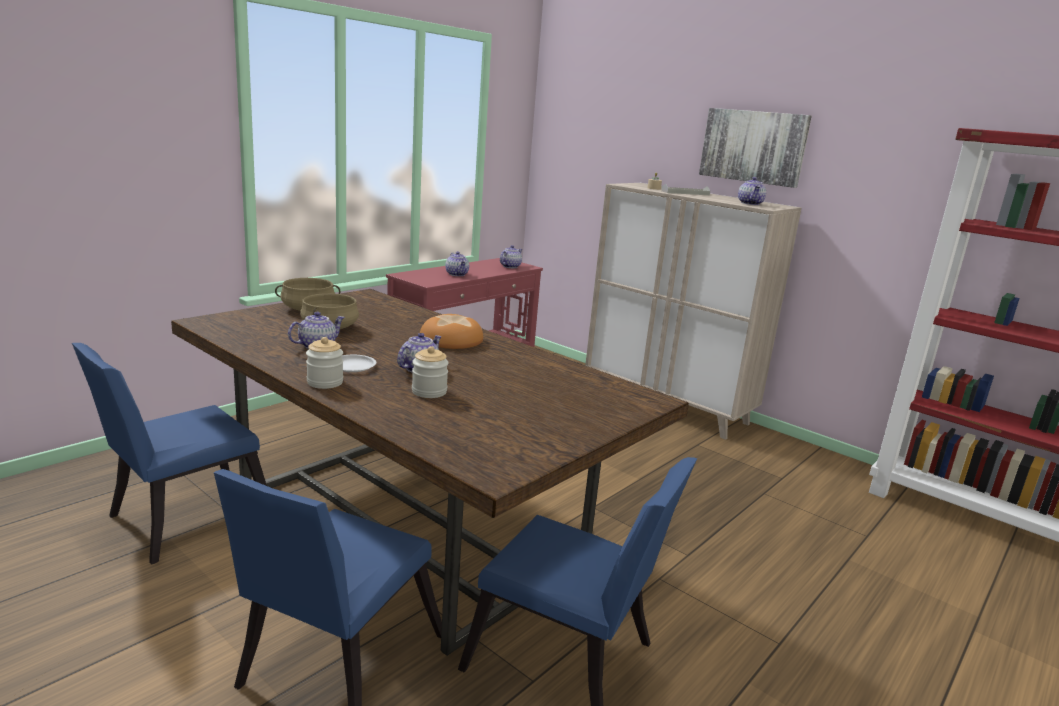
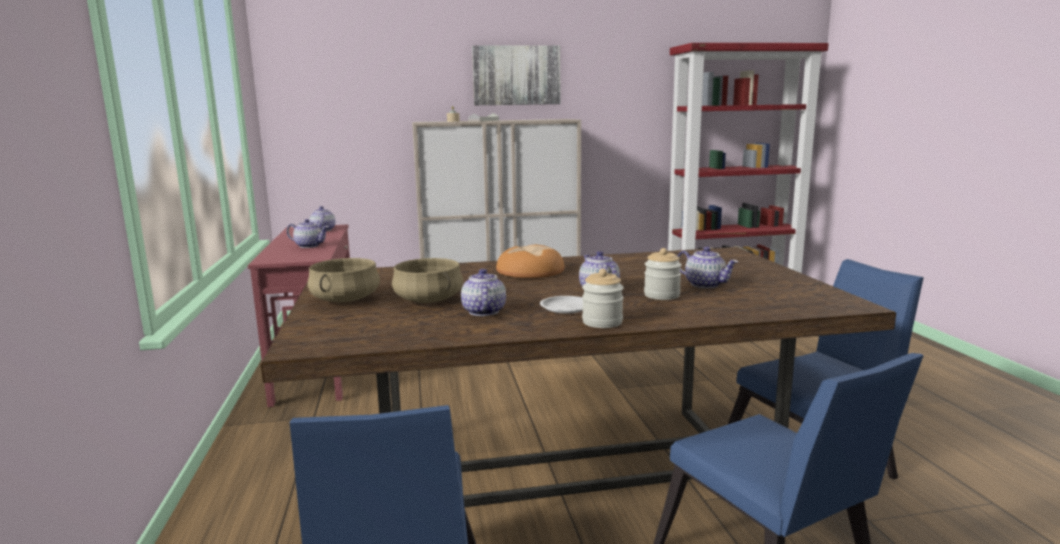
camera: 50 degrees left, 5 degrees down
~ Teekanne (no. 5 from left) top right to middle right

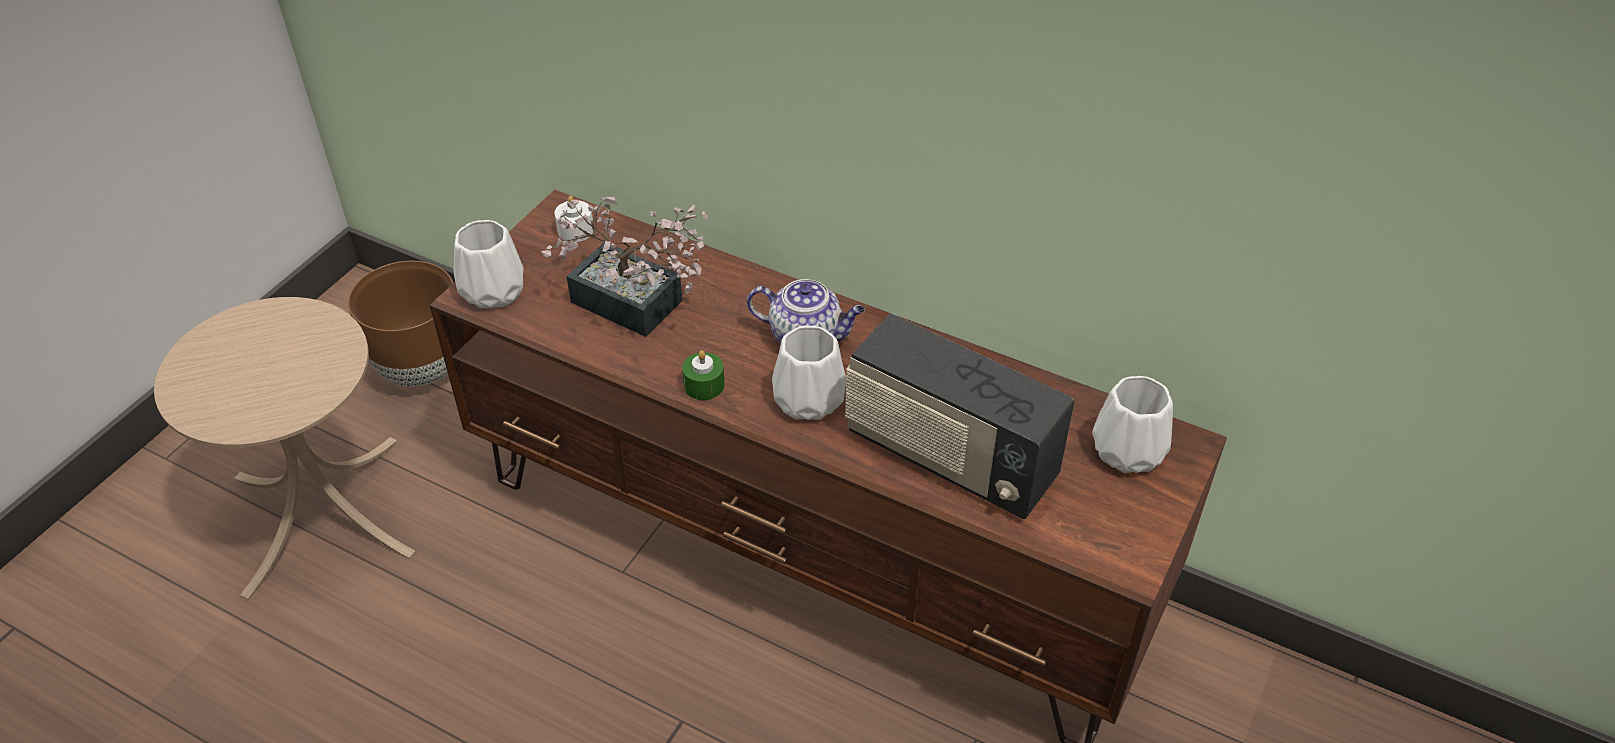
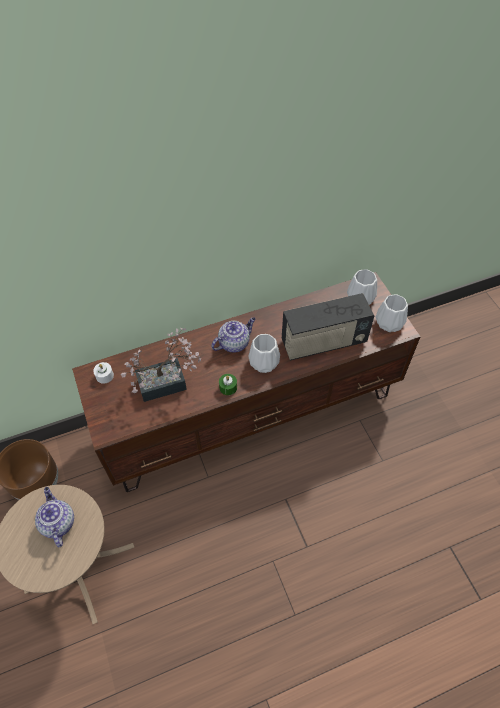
camera: 50 degrees left, 10 degrees up
+ Teekanne (no. 1 from left) bottom left
~ Vase (weiß) (no. 1 from left in the first image) middle left to Vase (weiß) (no. 3 from left) middle right

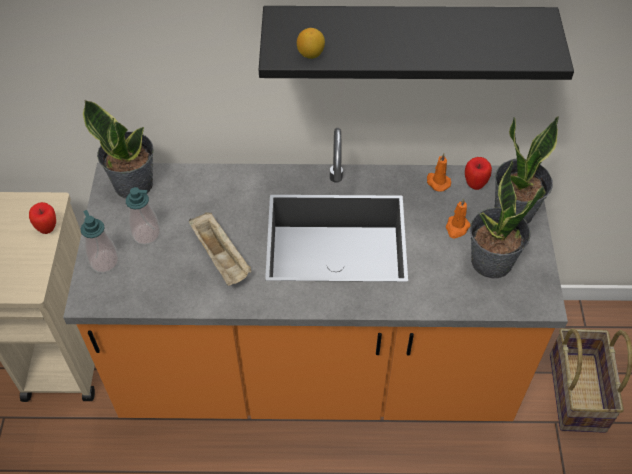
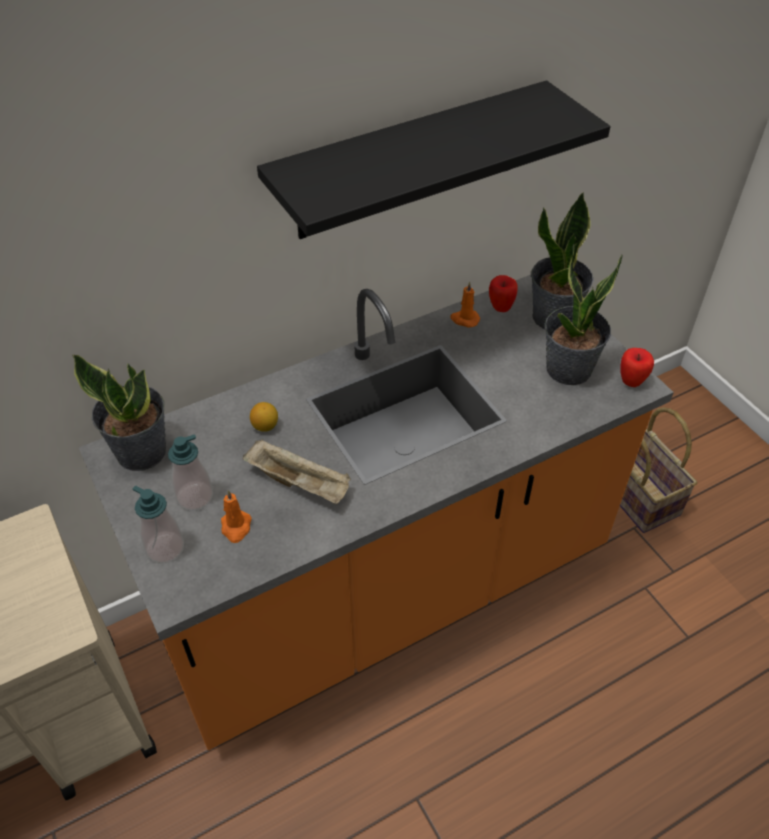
camera: 30 degrees left, 5 degrees down
~ Apfel (no. 1 from left in the first image) middle left to Apfel (no. 2 from left) middle right
~ Zitrone top centre to centre
~ Kerze (orange) (no. 2 from left in the first image) middle right to Kerze (orange) (no. 1 from left) middle left

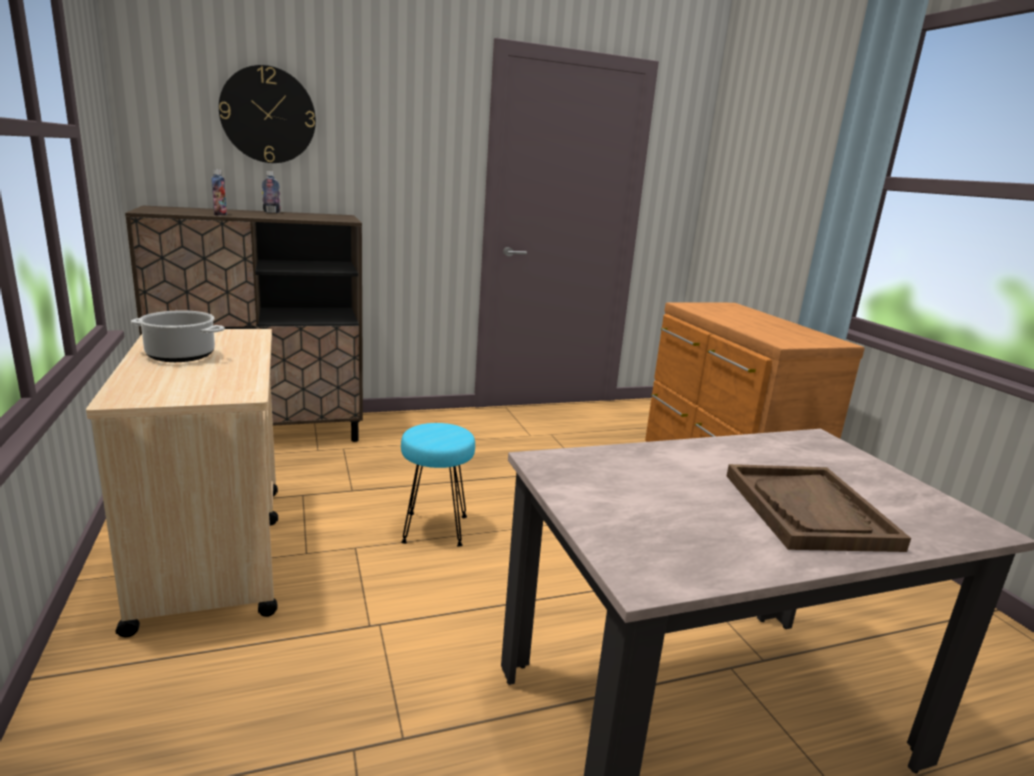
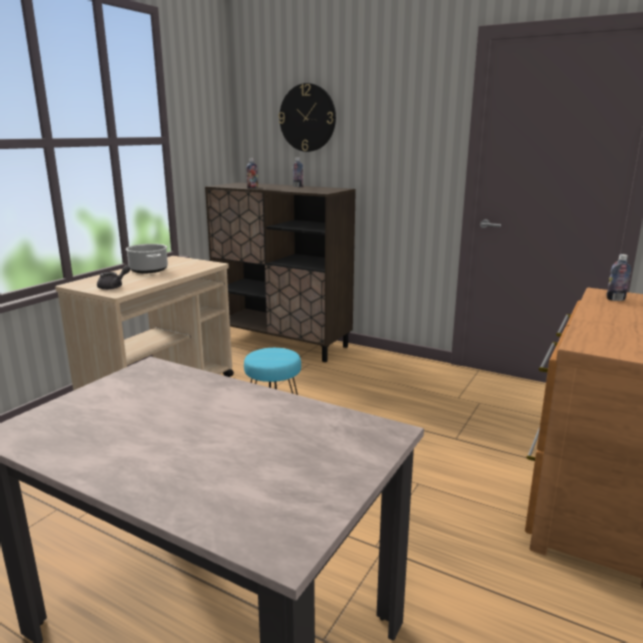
camera: 50 degrees right, 0 degrees up
- Tablett (braun) middle right
+ Teekanne (grau) middle left
+ Flasche (no. 3 from left) middle right

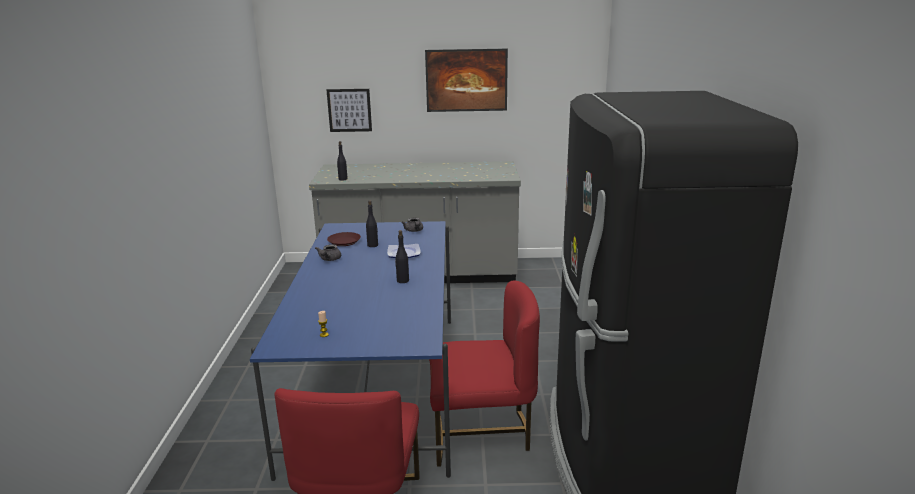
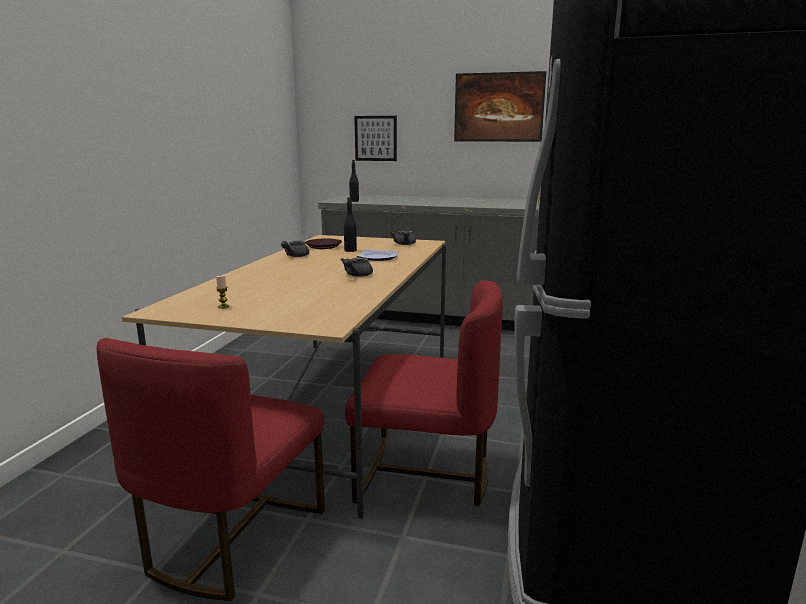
camera: 15 degrees right, 5 degrees down
~ Flasche (schwarz) (no. 3 from left) centre to Teekanne (grau) (no. 2 from left) centre
~ Esstisch (blau) bottom centre to Esstisch (beige) centre

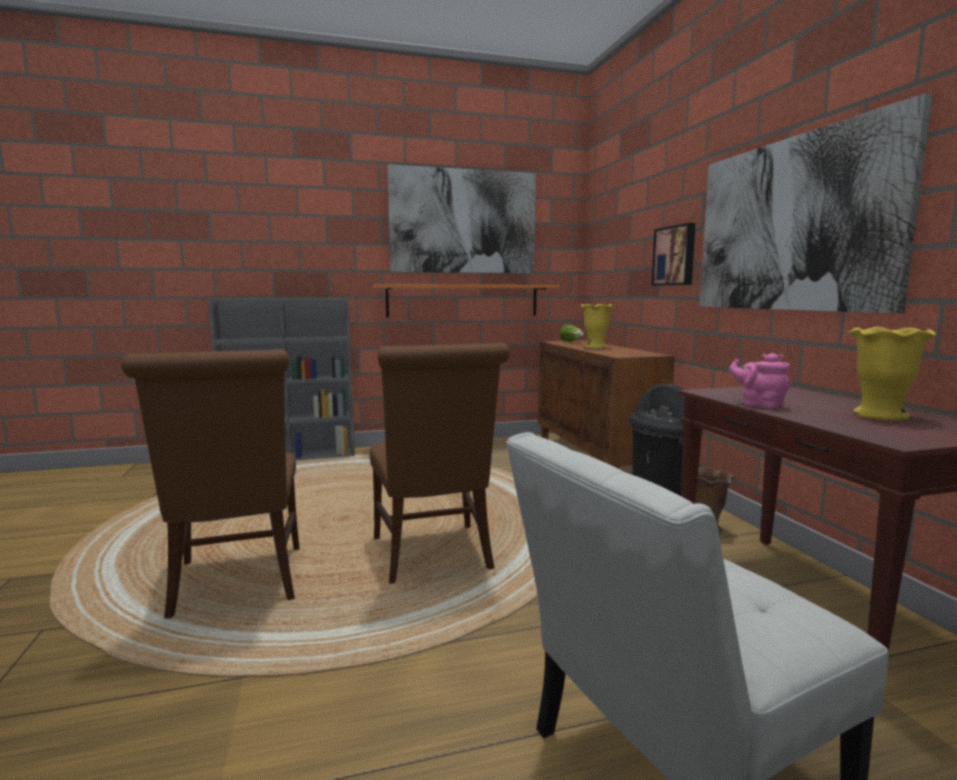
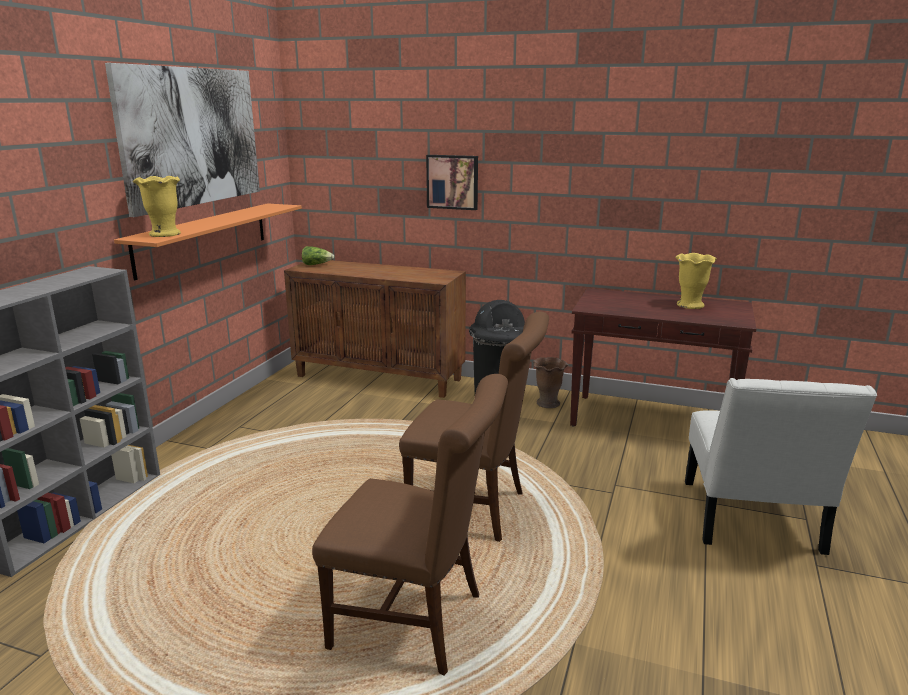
camera: 55 degrees left, 10 degrees up
- Bild (no. 3 from left) top right
- Teekanne (rosa) middle right
~ Vase (gelb) (no. 1 from left) centre to top left

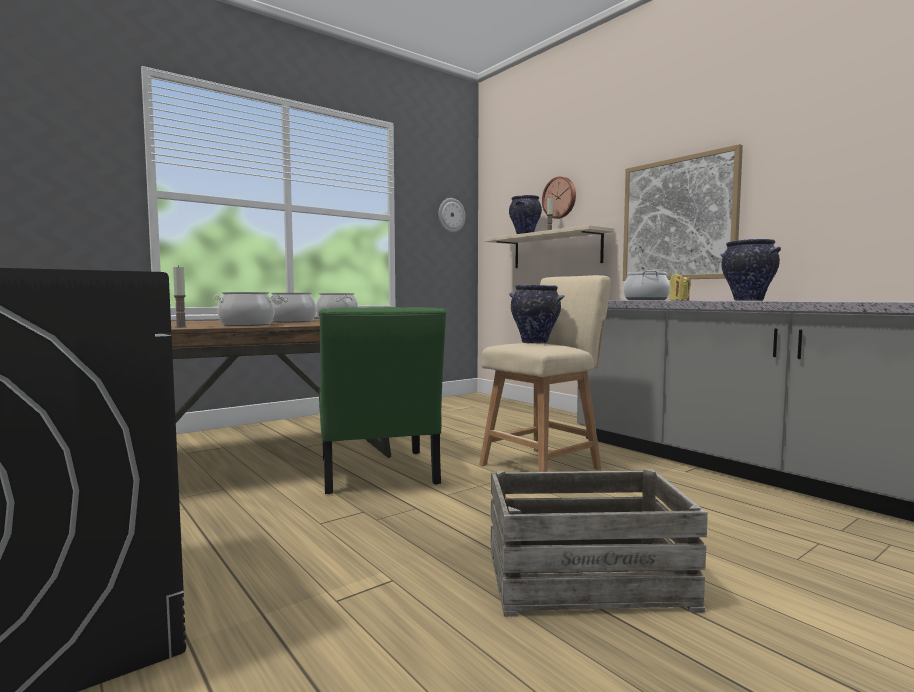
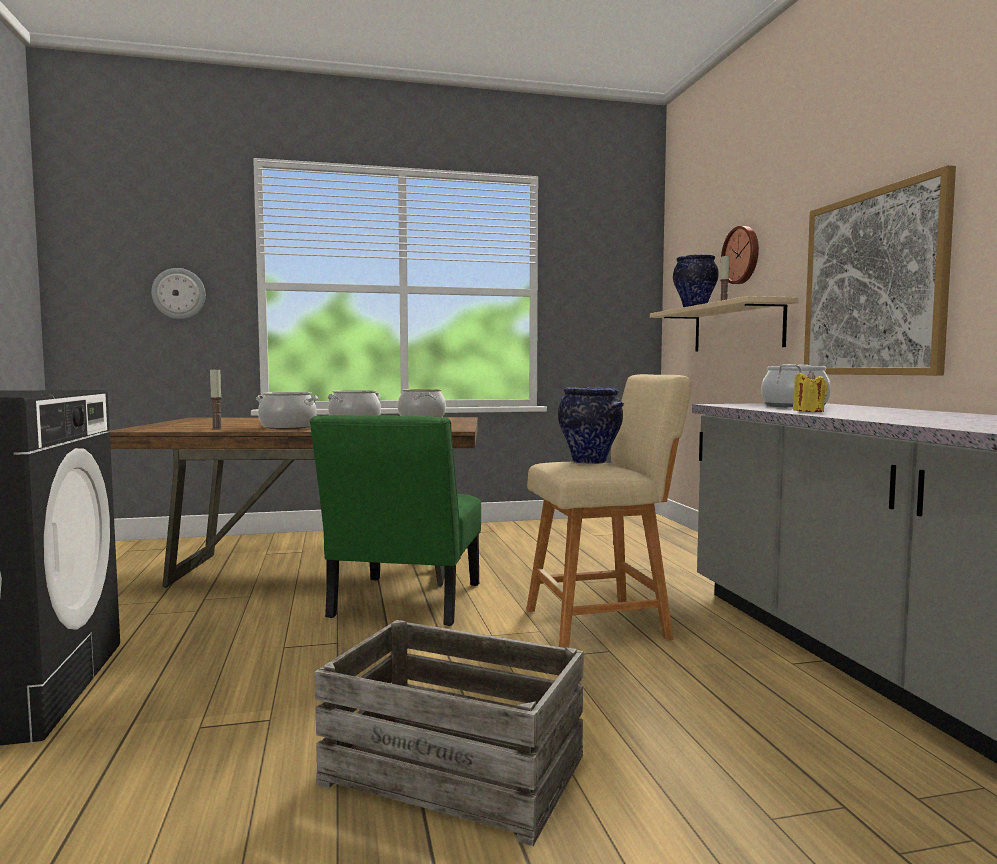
camera: 25 degrees right, 0 degrees up
- Vase (no. 3 from left) middle right
~ Wanduhr (no. 1 from left) top centre to middle left

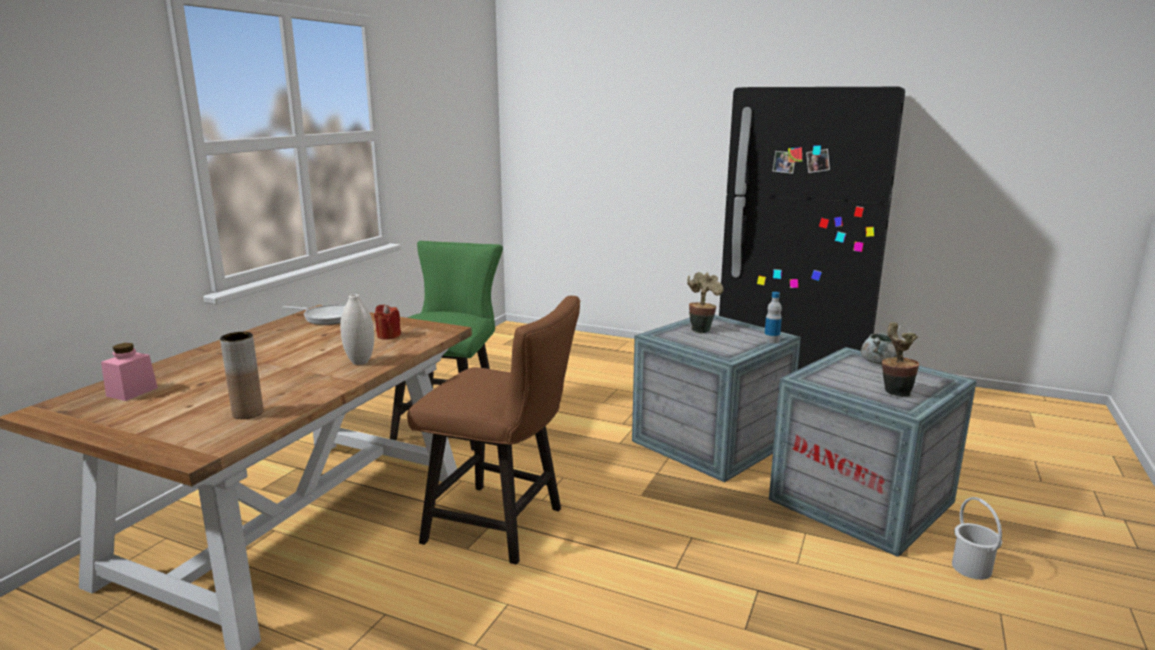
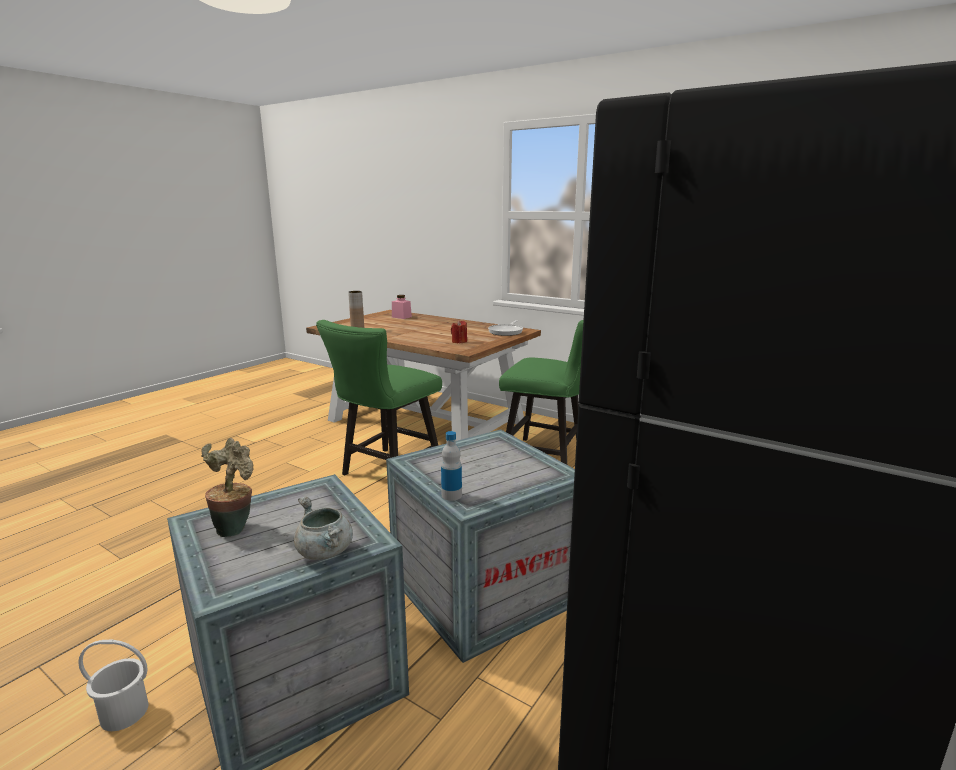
camera: 100 degrees right, 0 degrees up
- Vase (weiß) middle left
- Topfpflanze (no. 1 from left) centre
~ Stuhl (braun) centre to Stuhl (grün) (no. 1 from left) centre

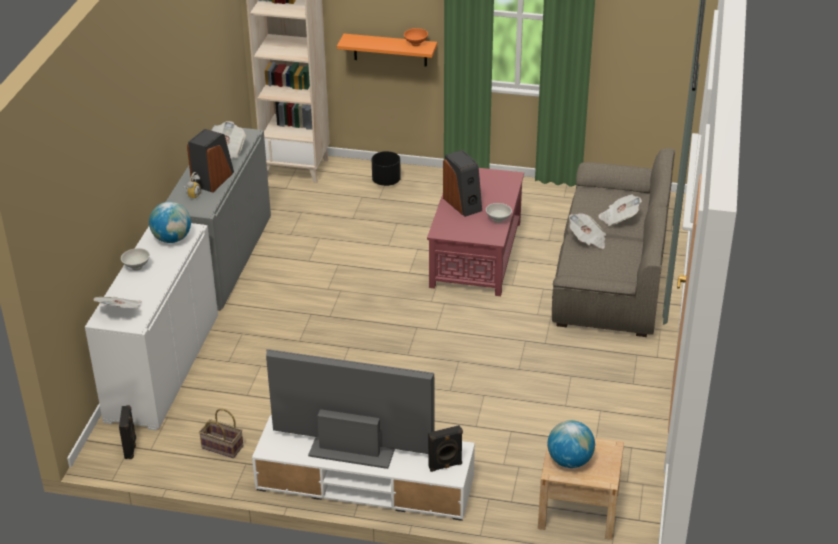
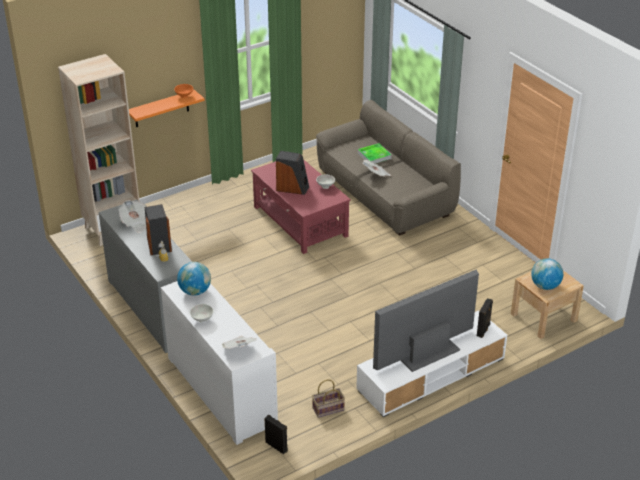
camera: 45 degrees left, 0 degrees up
- Pflanzkübel (schwarz) top centre
~ Zeitung (no. 4 from left) middle right to Tablett top centre

